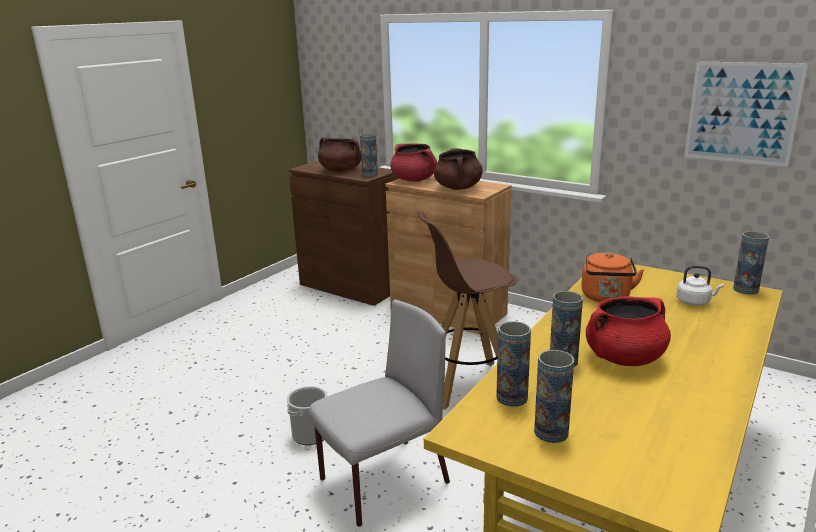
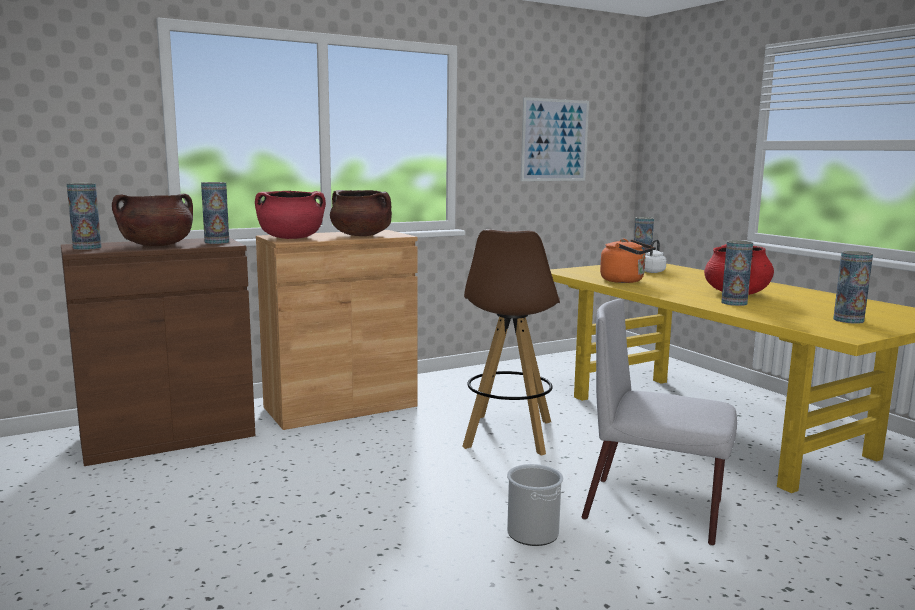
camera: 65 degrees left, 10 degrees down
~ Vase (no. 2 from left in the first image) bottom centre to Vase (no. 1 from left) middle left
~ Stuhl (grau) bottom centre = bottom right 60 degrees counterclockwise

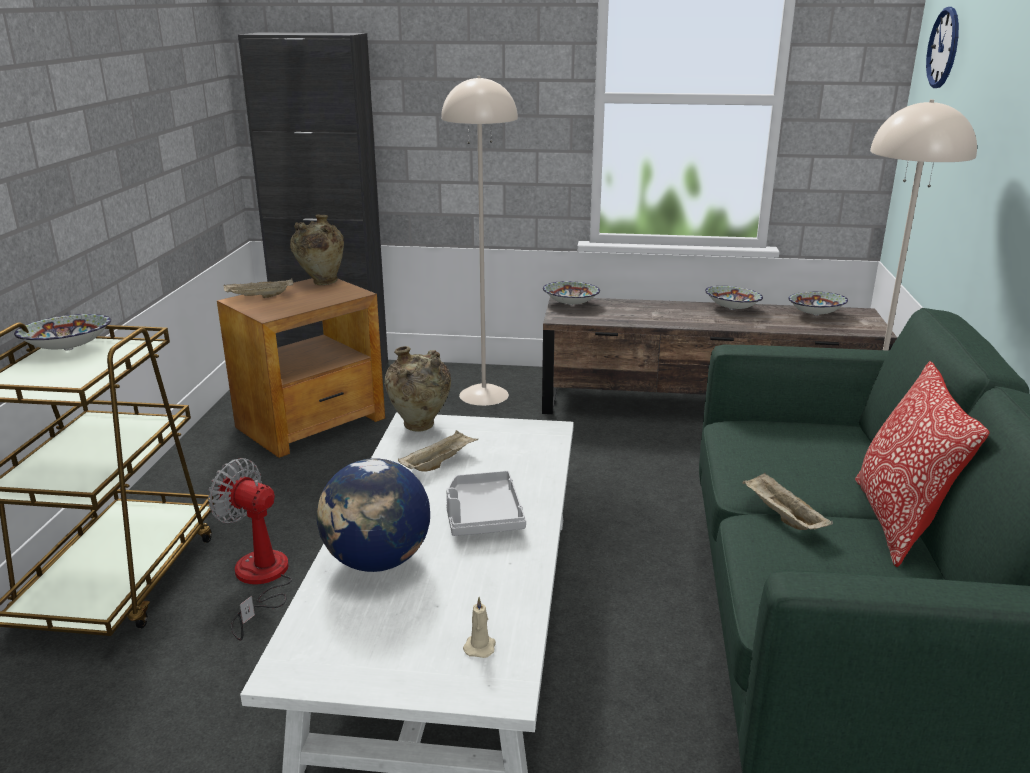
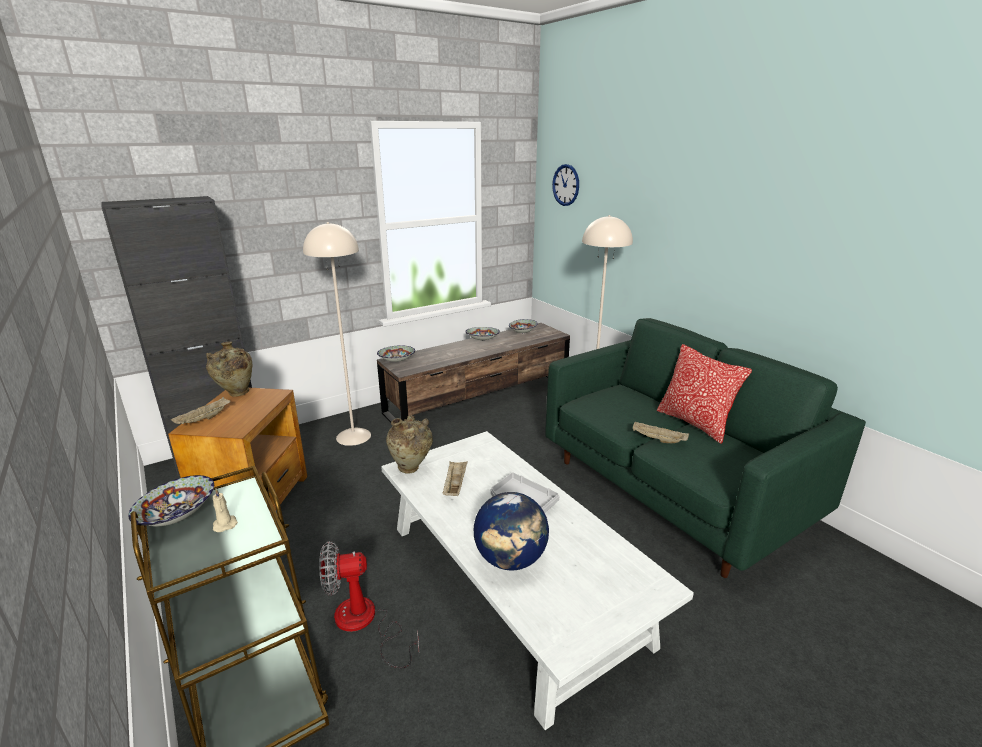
camera: 40 degrees left, 0 degrees up
~ Kerze (beige) bottom centre to bottom left

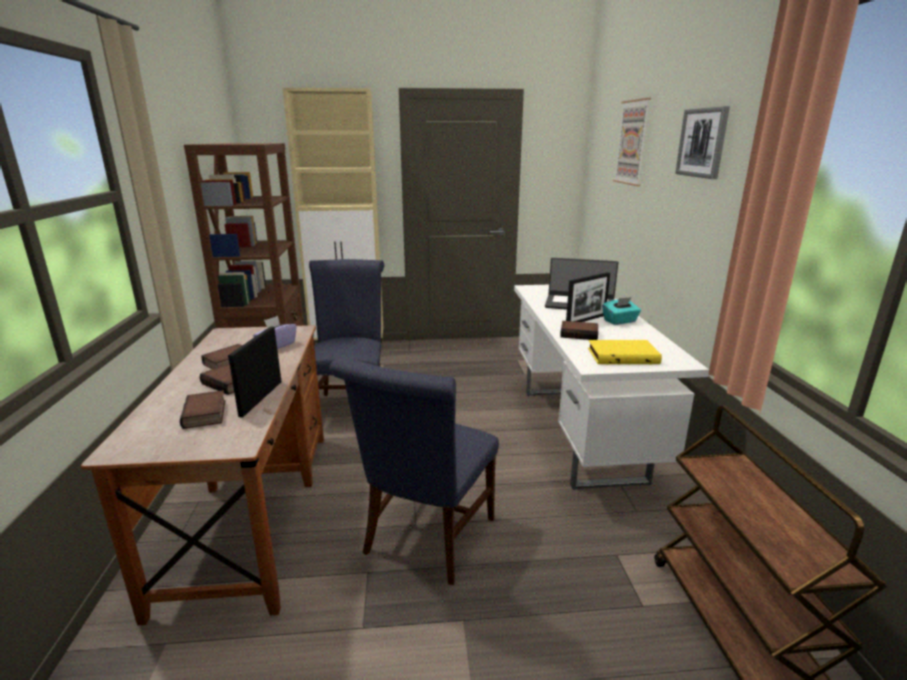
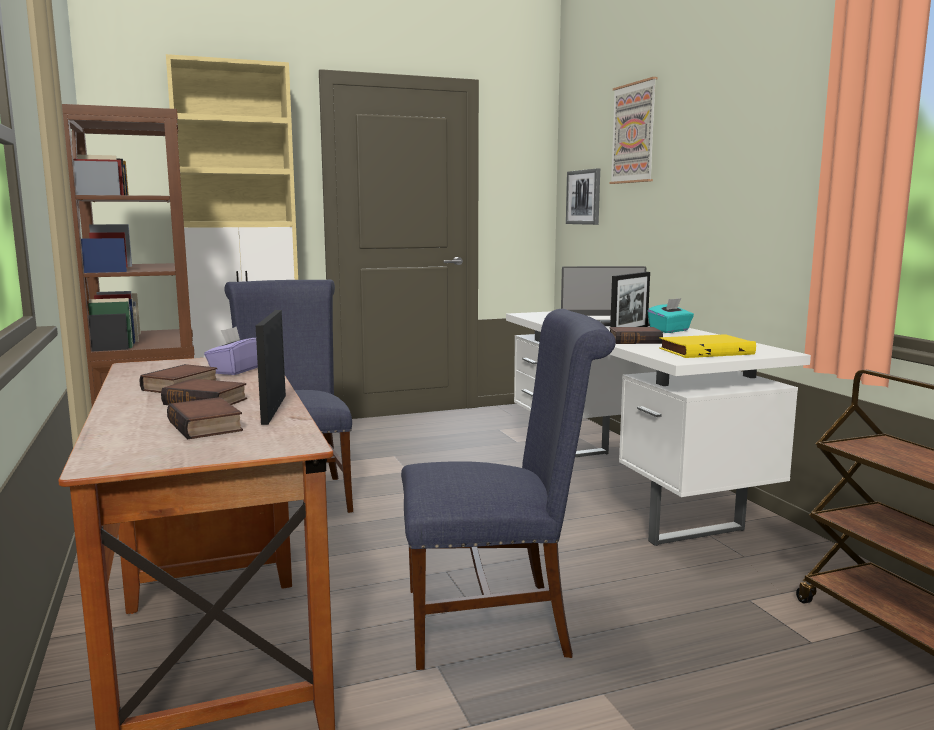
camera: 15 degrees left, 10 degrees down
~ Bild (no. 2 from left in the first image) top right to Bild (no. 1 from left) top centre
~ Stuhl (blau) (no. 2 from left) bottom centre = bottom centre 105 degrees counterclockwise

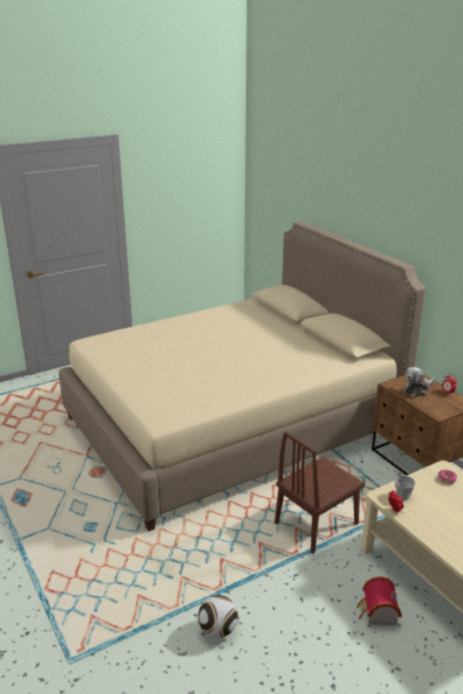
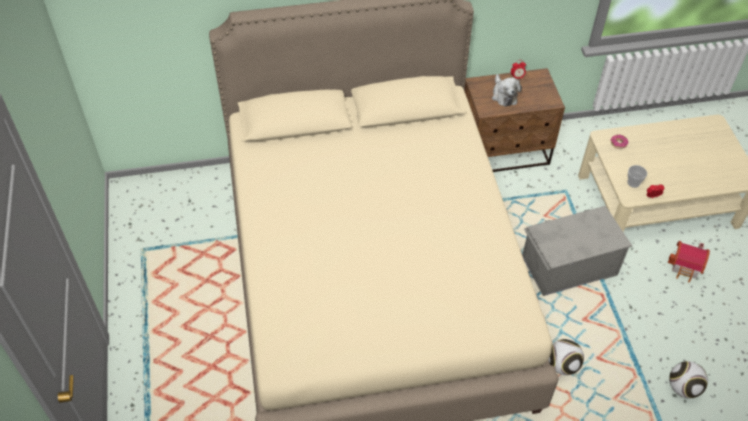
camera: 70 degrees left, 25 degrees up
+ Fußball (no. 1 from left) bottom right
~ Stuhl (braun) bottom right to Aufbewahrungsbox (grau) middle right

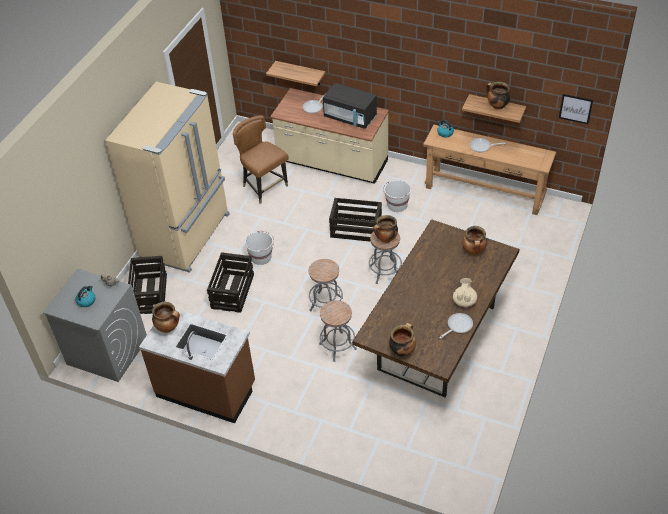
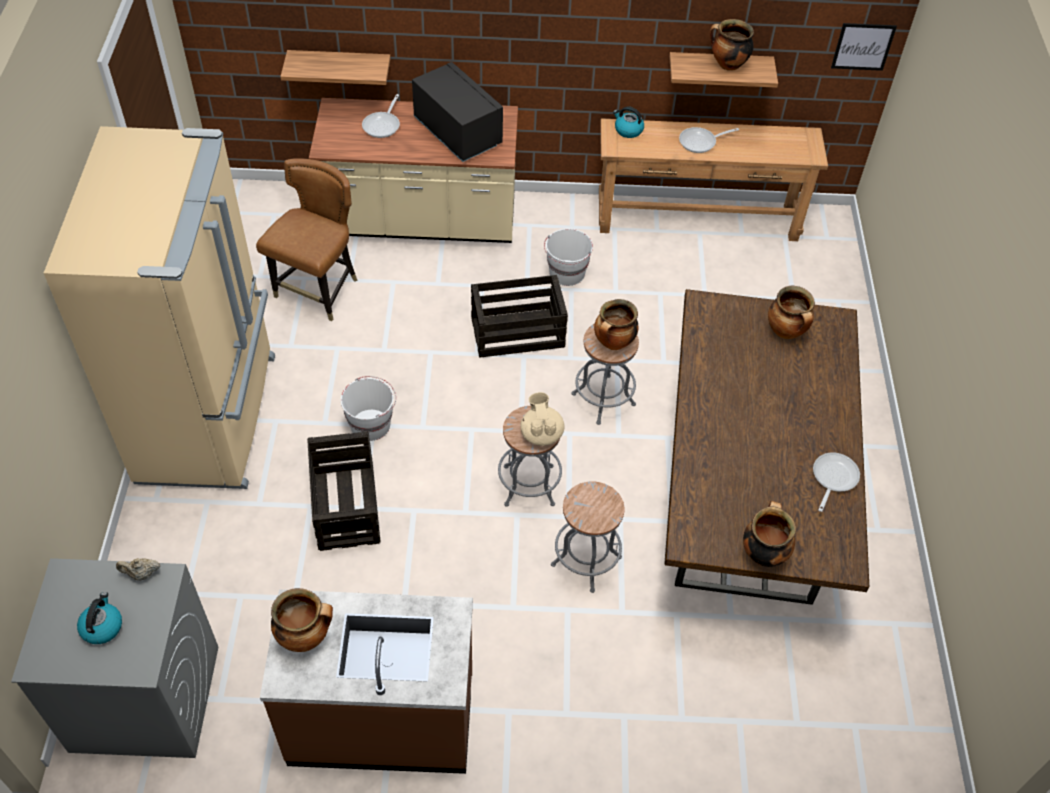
camera: 25 degrees left, 5 degrees up
- Kiste (no. 1 from left) middle left
~ Teekanne (beige) (no. 2 from left) middle right to centre
~ Stuhl (braun) top centre = top left 90 degrees clockwise
~ Mikrowelle (schwarz) top centre = top centre 135 degrees counterclockwise

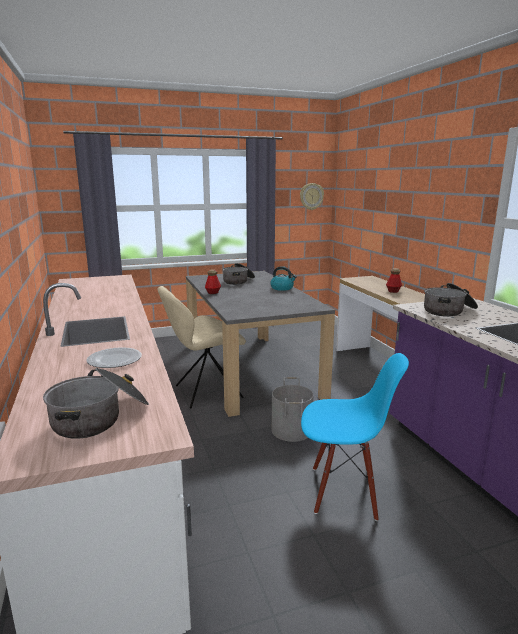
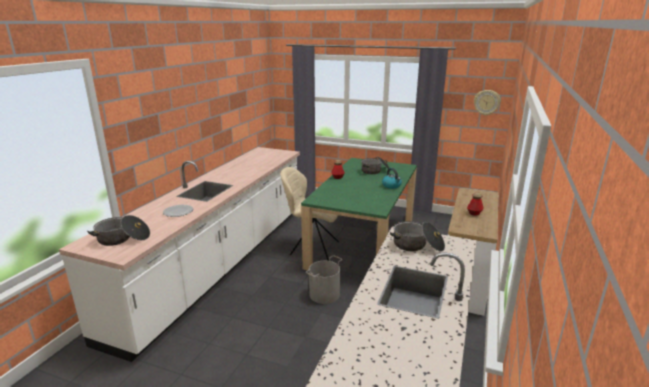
camera: 40 degrees right, 5 degrees up
- Stuhl (blau) bottom right
~ Esstisch (grau) centre to Esstisch (grün) centre

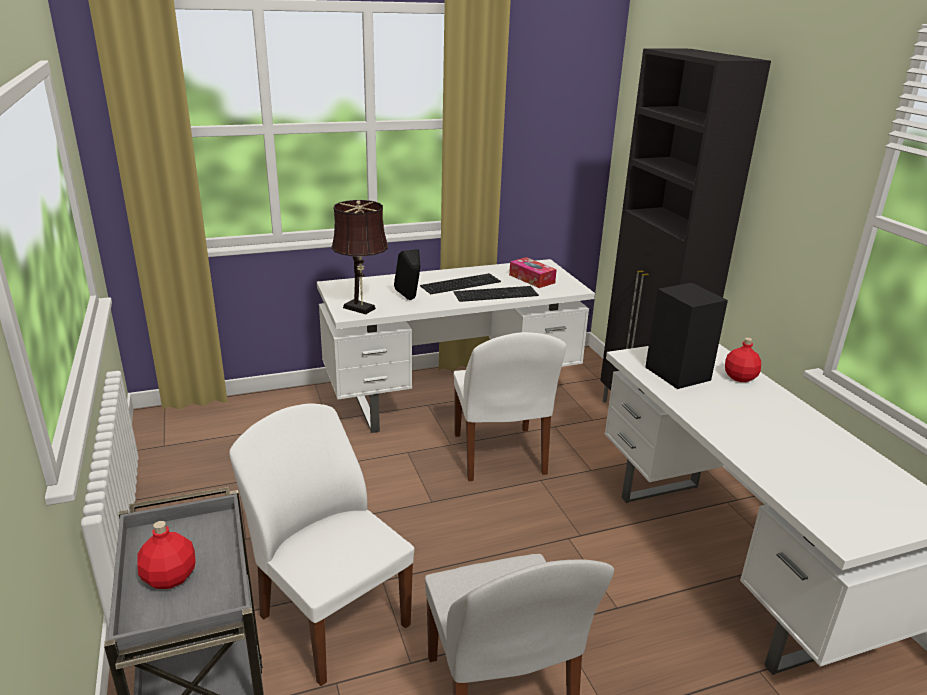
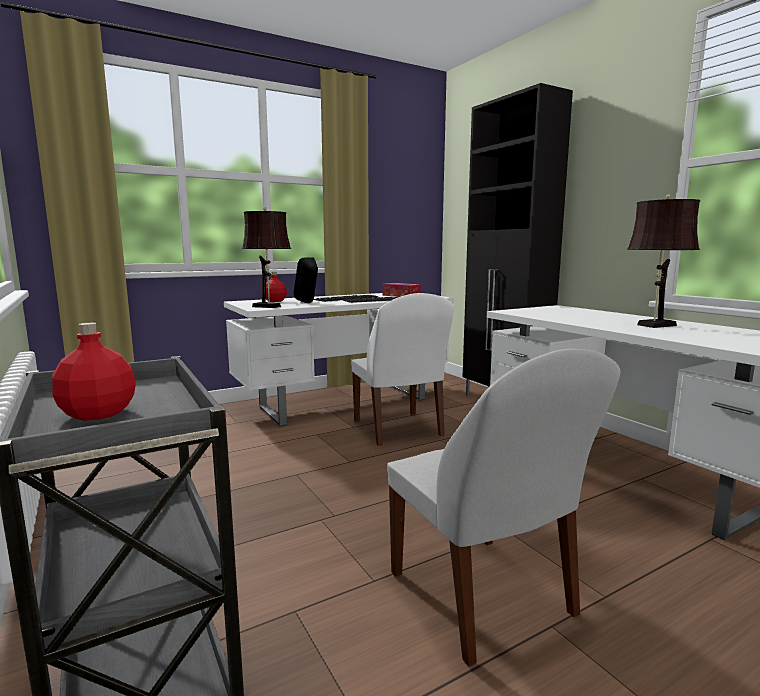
camera: 10 degrees left, 15 degrees down
- Stuhl (weiß) (no. 1 from left) bottom centre
- Lautsprecher (schwarz) (no. 2 from left) middle right
+ Tischlampe (braun) (no. 2 from left) middle right
~ Flasche (rot) (no. 2 from left) middle right to centre

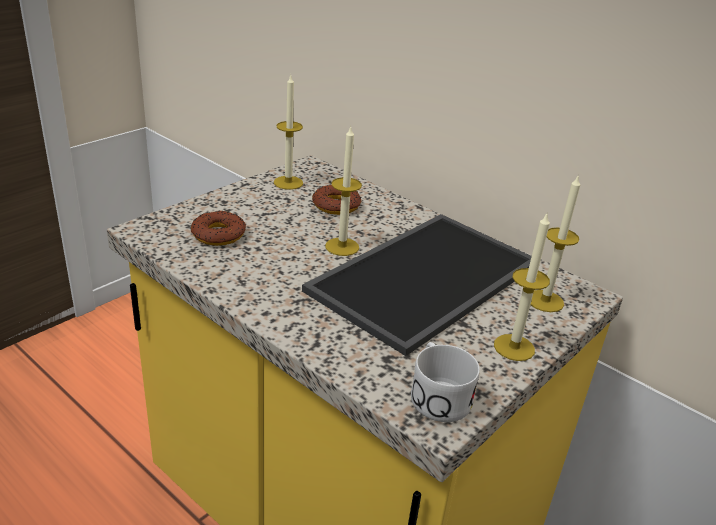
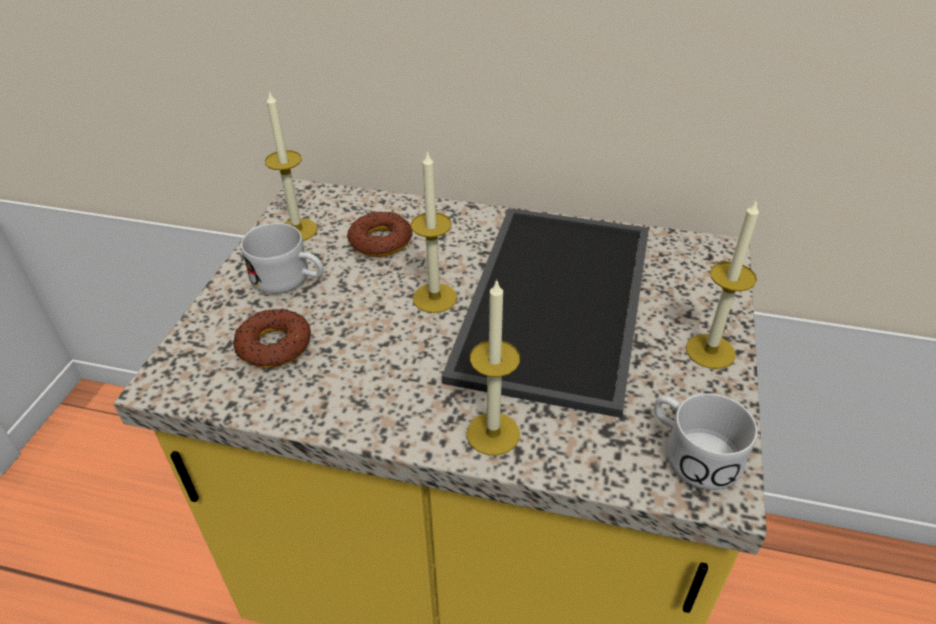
camera: 25 degrees left, 10 degrees up
+ Henkelbecher (weiß) (no. 1 from left) middle left
~ Kerze (no. 4 from left in the first image) middle right to Kerze (no. 3 from left) centre

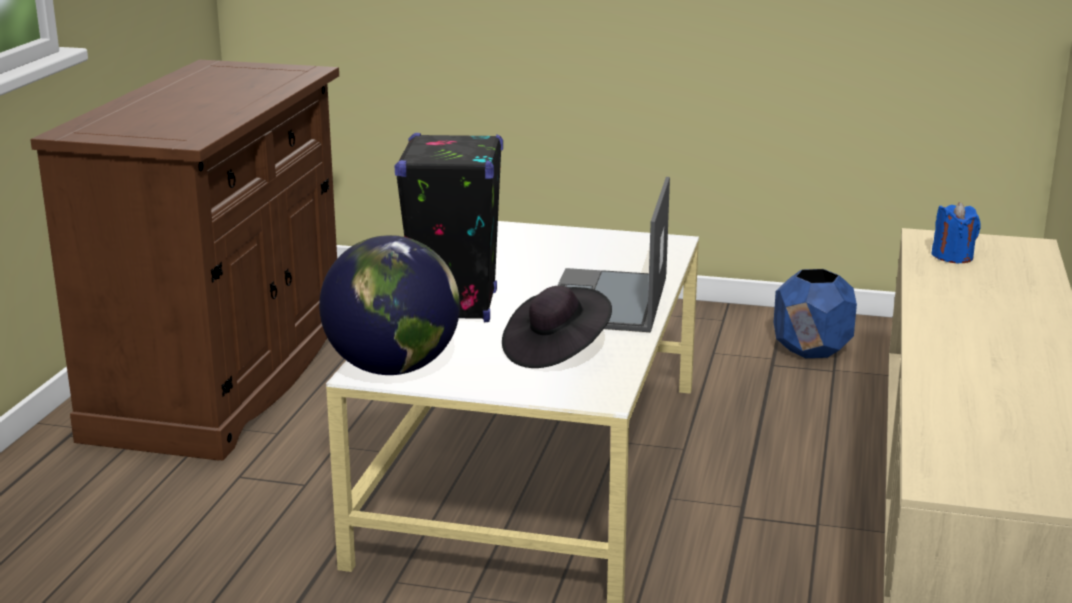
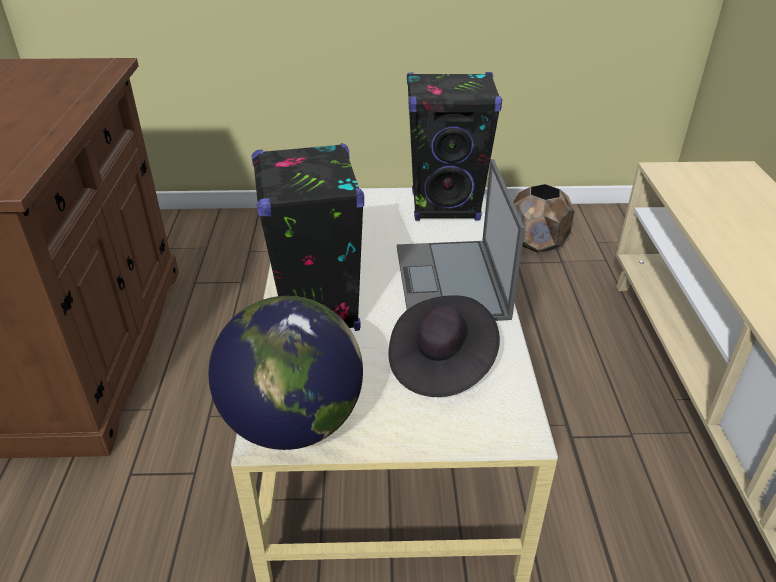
camera: 15 degrees left, 15 degrees up
- Kerze (blau) middle right
+ Lautsprecher (schwarz) (no. 2 from left) top centre
~ Pflanzkübel (blau) middle right to Pflanzkübel (braun) middle right

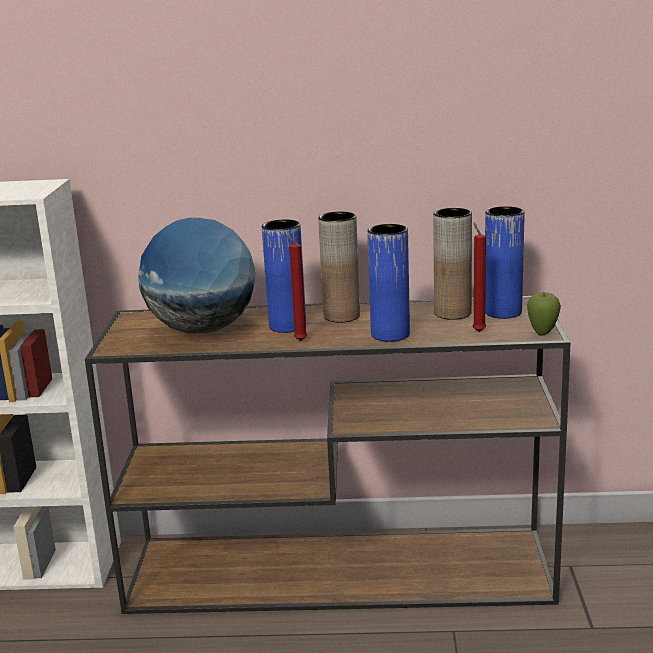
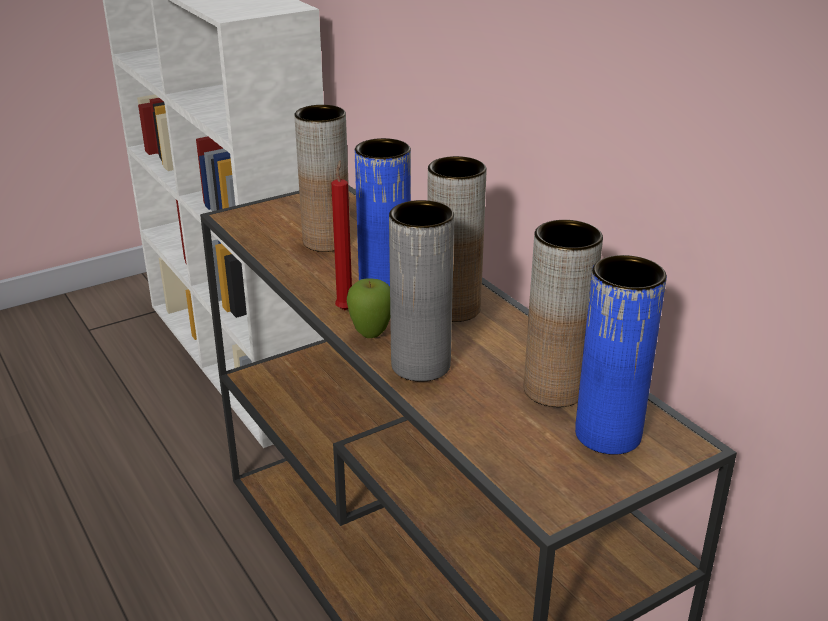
camera: 55 degrees right, 10 degrees up
- Kerze (rot) (no. 2 from left) middle right
~ Apfel middle right to centre
~ Globus middle left to Vase (braun) (no. 1 from left) top centre
~ Vase (blau) (no. 2 from left) centre to Vase (grau) centre

